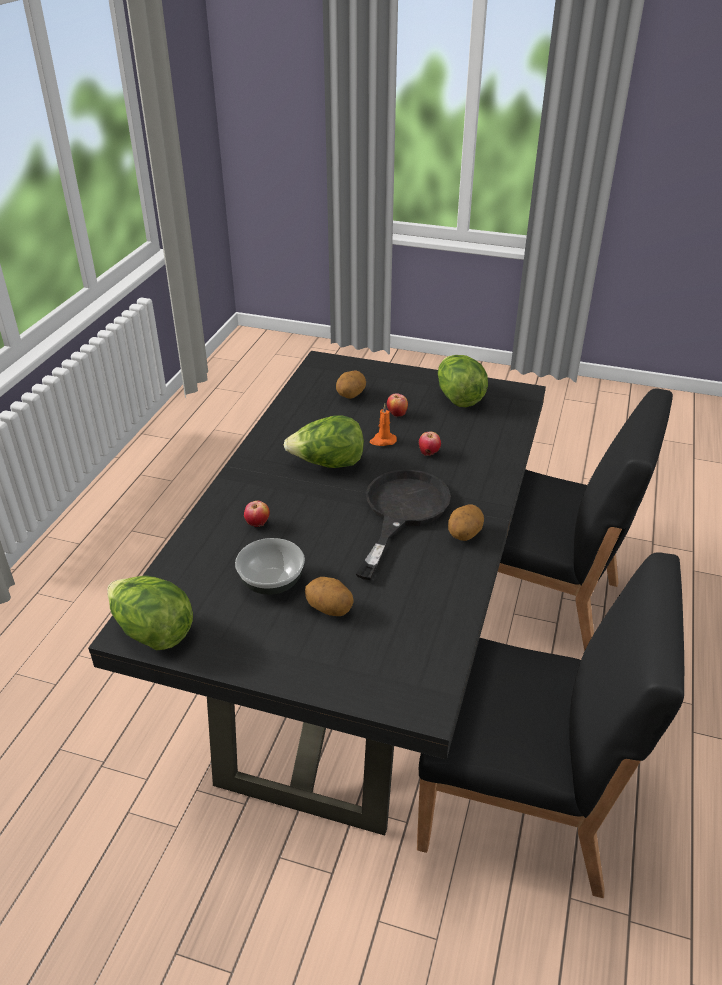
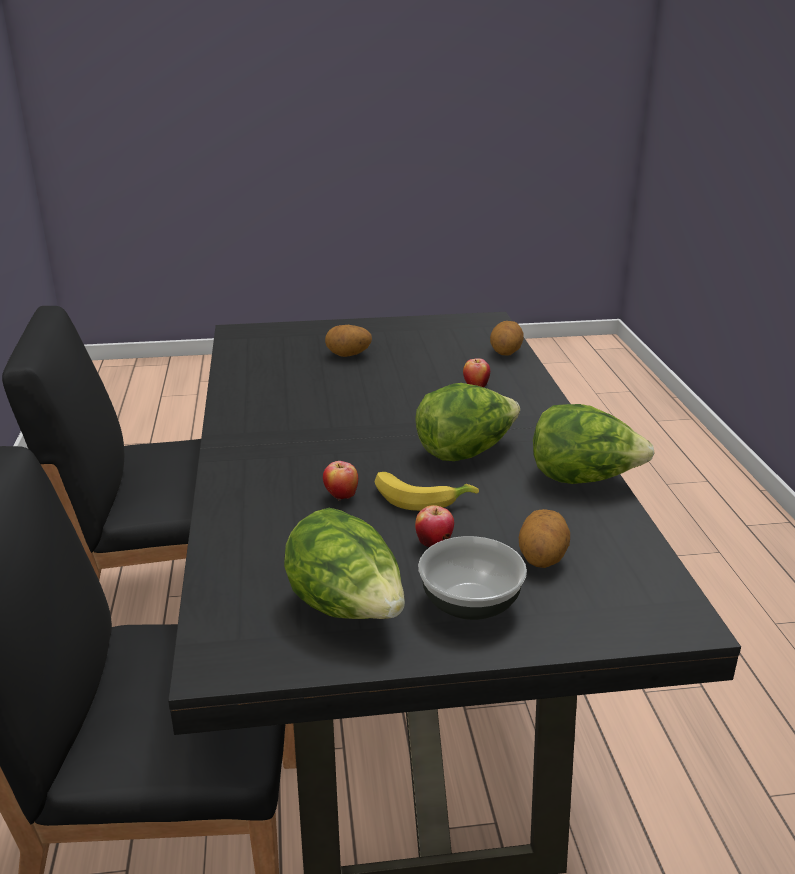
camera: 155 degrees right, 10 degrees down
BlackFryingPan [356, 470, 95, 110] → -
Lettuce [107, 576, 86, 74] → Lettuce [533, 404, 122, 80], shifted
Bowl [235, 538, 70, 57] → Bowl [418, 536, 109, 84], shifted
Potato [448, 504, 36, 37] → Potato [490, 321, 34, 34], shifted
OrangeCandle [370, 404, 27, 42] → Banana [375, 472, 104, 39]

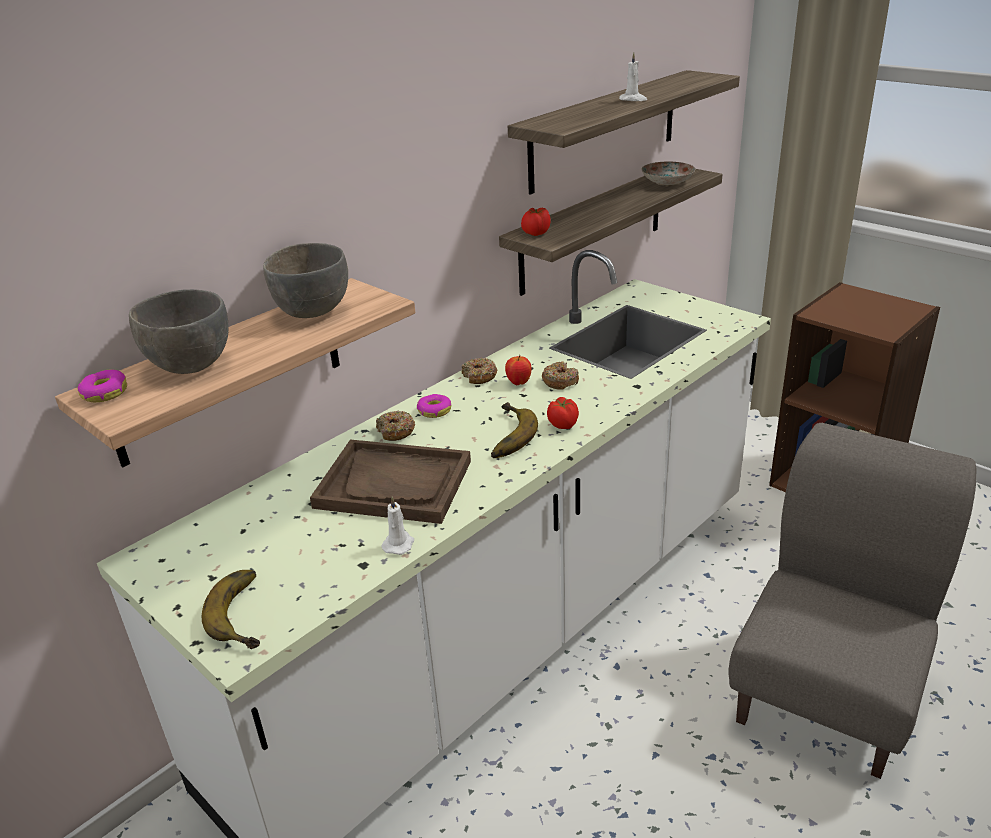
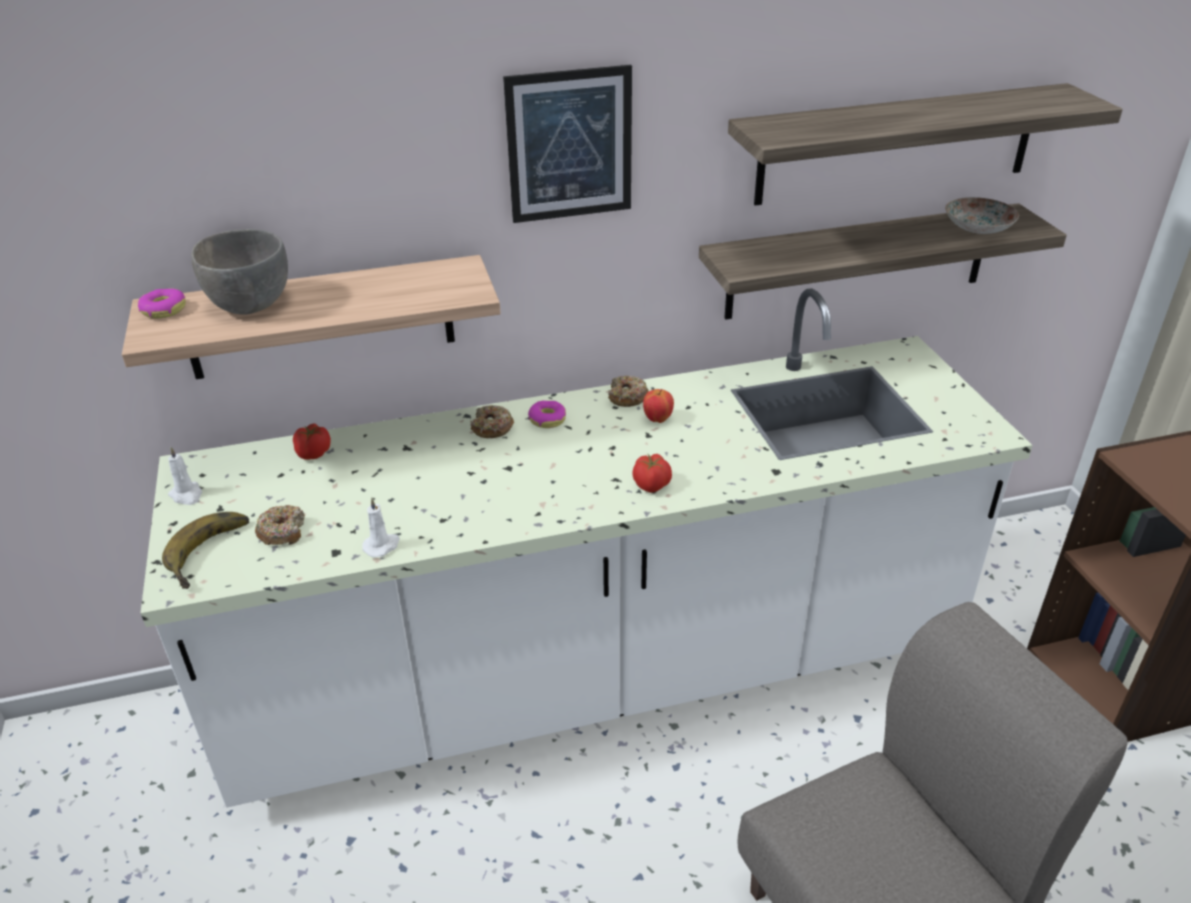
camera: 30 degrees right, 5 degrees up
GreyBowl [263, 243, 85, 75] → -
BrownTray [310, 439, 161, 85] → -
Banana [491, 402, 47, 56] → -
- → Picture [503, 65, 129, 158]
Tomato [521, 208, 30, 28] → Tomato [293, 423, 38, 37], shifted
Donut [542, 361, 37, 29] → Donut [255, 505, 50, 40], shifted
WhiteCandle [619, 52, 28, 49] → WhiteCandle [168, 447, 34, 58], shifted

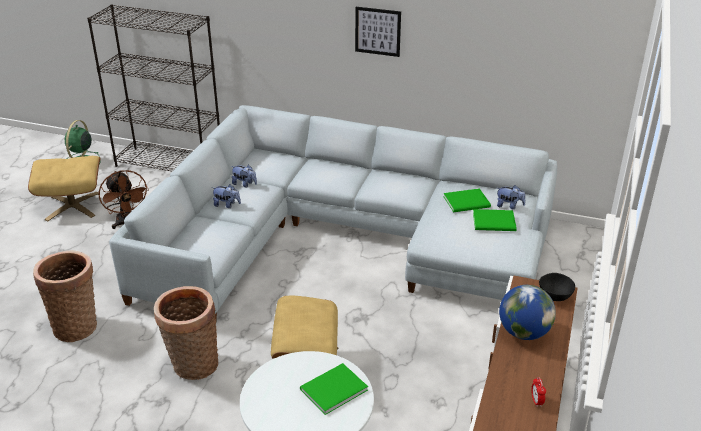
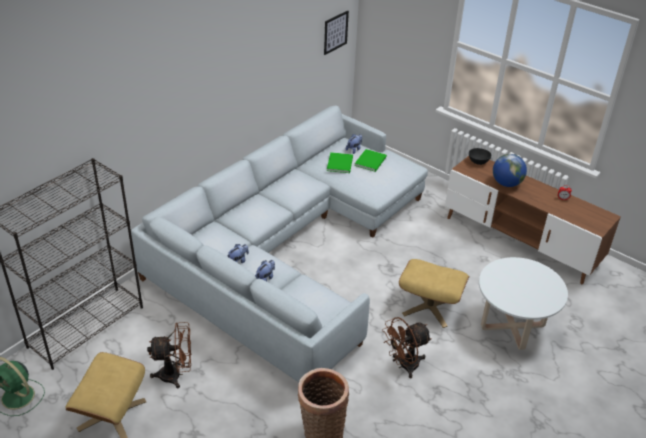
camera: 70 degrees left, 5 degrees up
GreenBook [300, 363, 68, 52] → -
Picture [355, 7, 46, 50] → Picture [324, 11, 25, 44], shifted
Basket [154, 286, 64, 94] → BrownFan [382, 317, 50, 61]

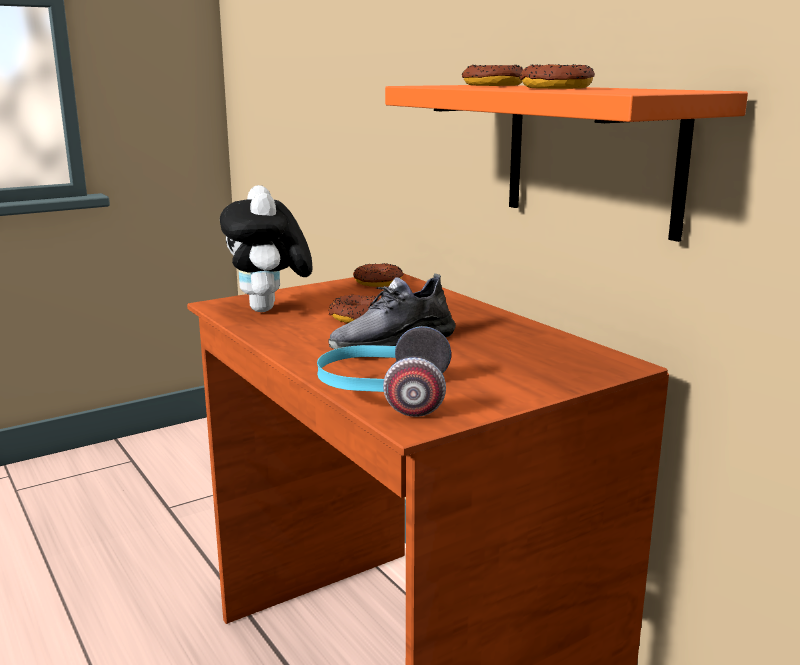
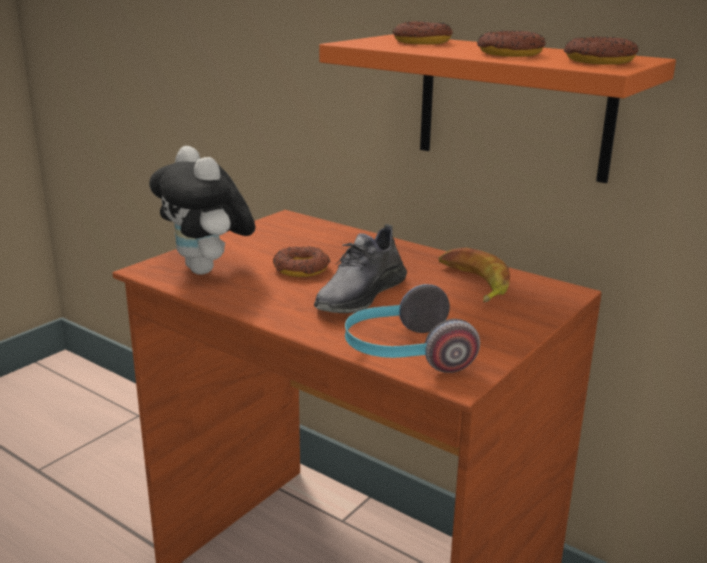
camera: 20 degrees left, 5 degrees up
- → Banana [439, 247, 71, 55]
Donut [353, 263, 51, 24] → Donut [564, 36, 74, 29], shifted

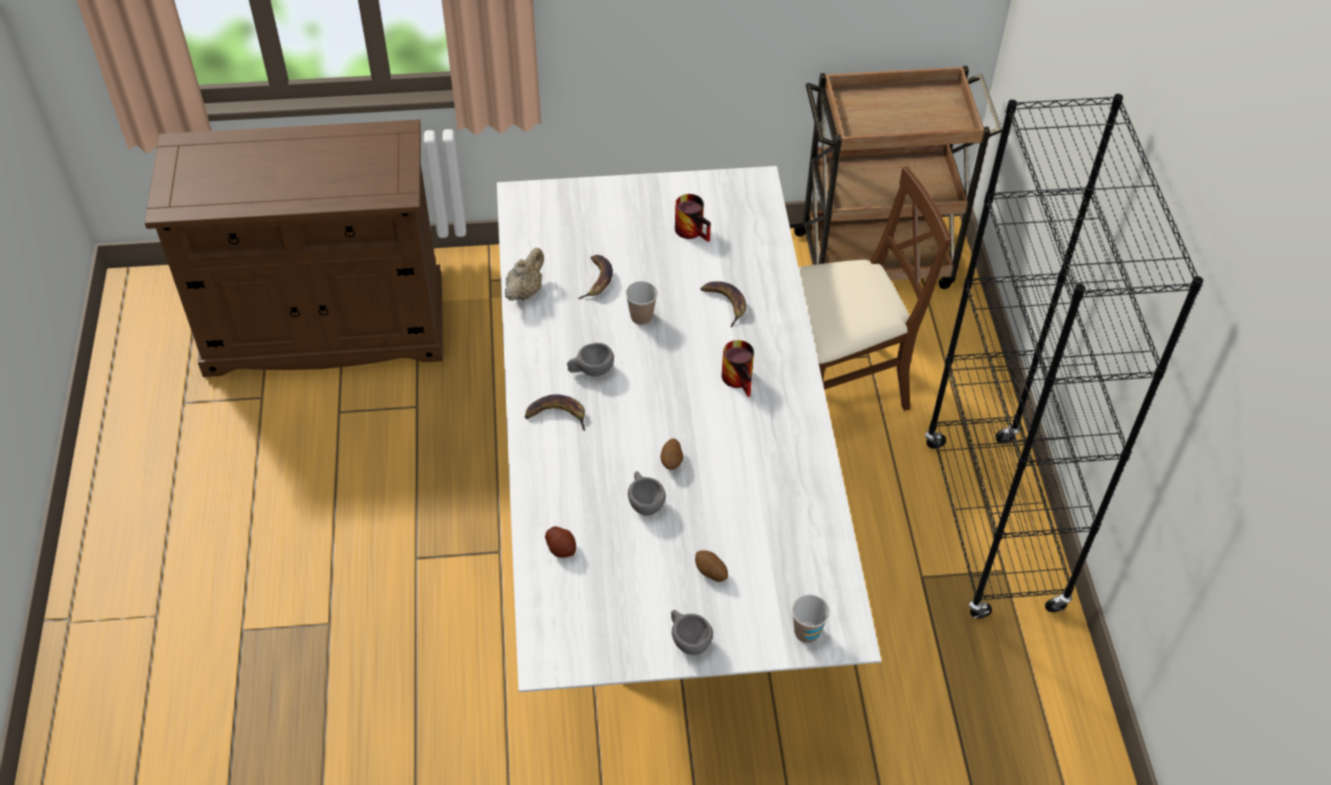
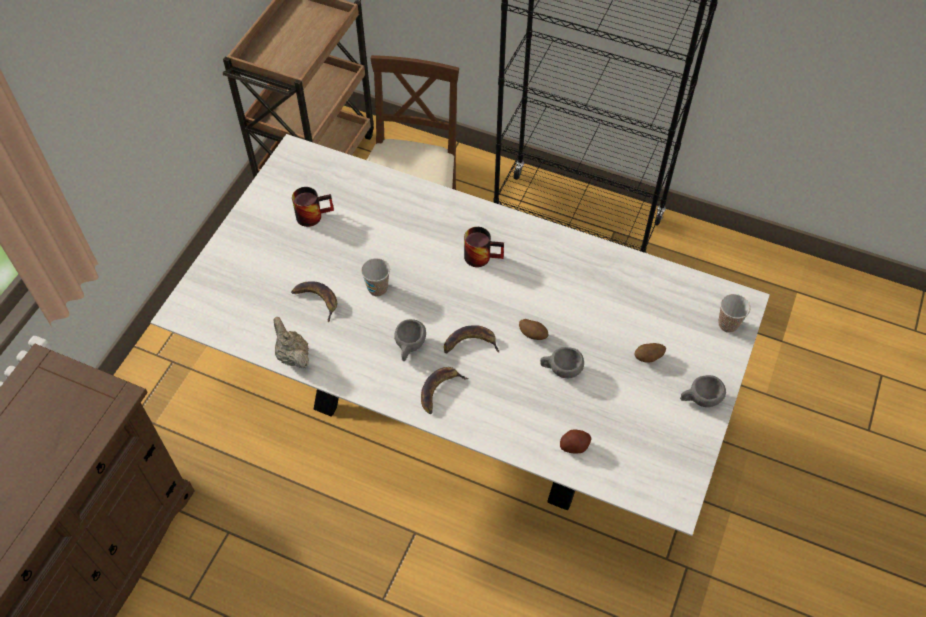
camera: 60 degrees left, 5 degrees up
Banana [700, 281, 46, 46] → Banana [444, 325, 56, 28], shifted

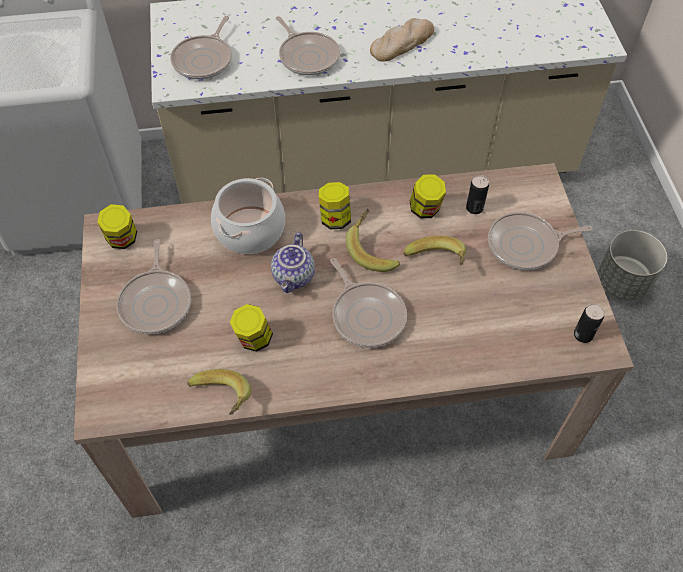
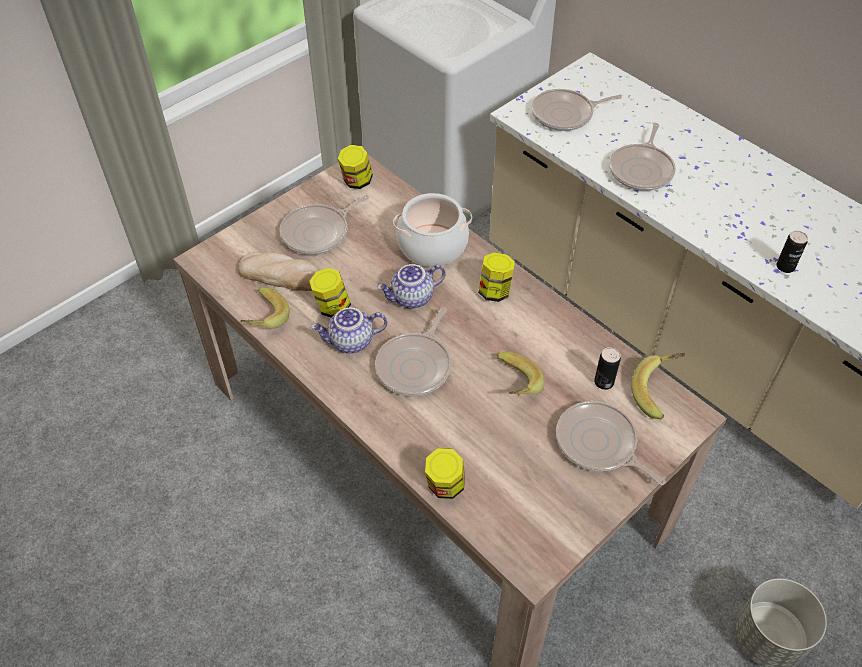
camera: 55 degrees right, 5 degrees down
- → Teapot [311, 308, 76, 45]
Banana [346, 209, 54, 63] → Banana [631, 353, 54, 66], shifted
Bread [370, 18, 64, 44] → Bread [238, 252, 81, 39], shifted
Jar [410, 174, 36, 44] → Jar [425, 448, 40, 51], shifted
Can [574, 304, 31, 39] → Can [776, 231, 32, 42], shifted

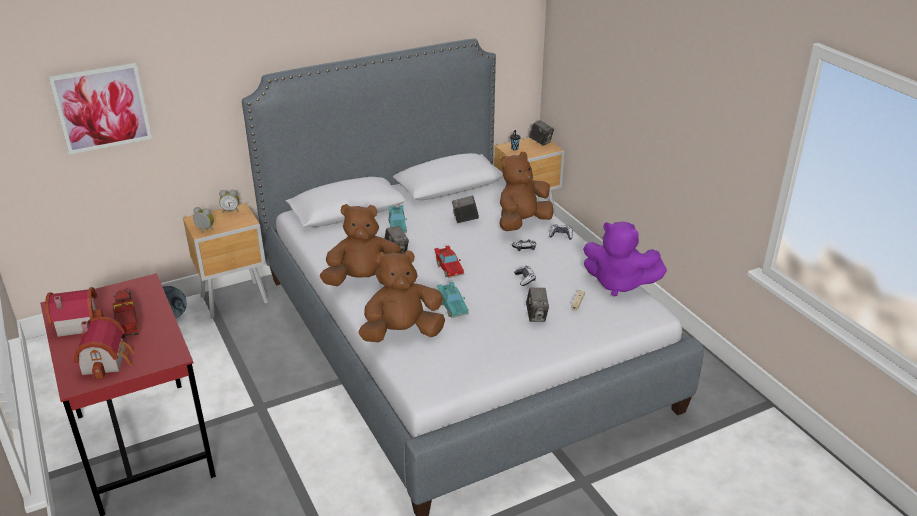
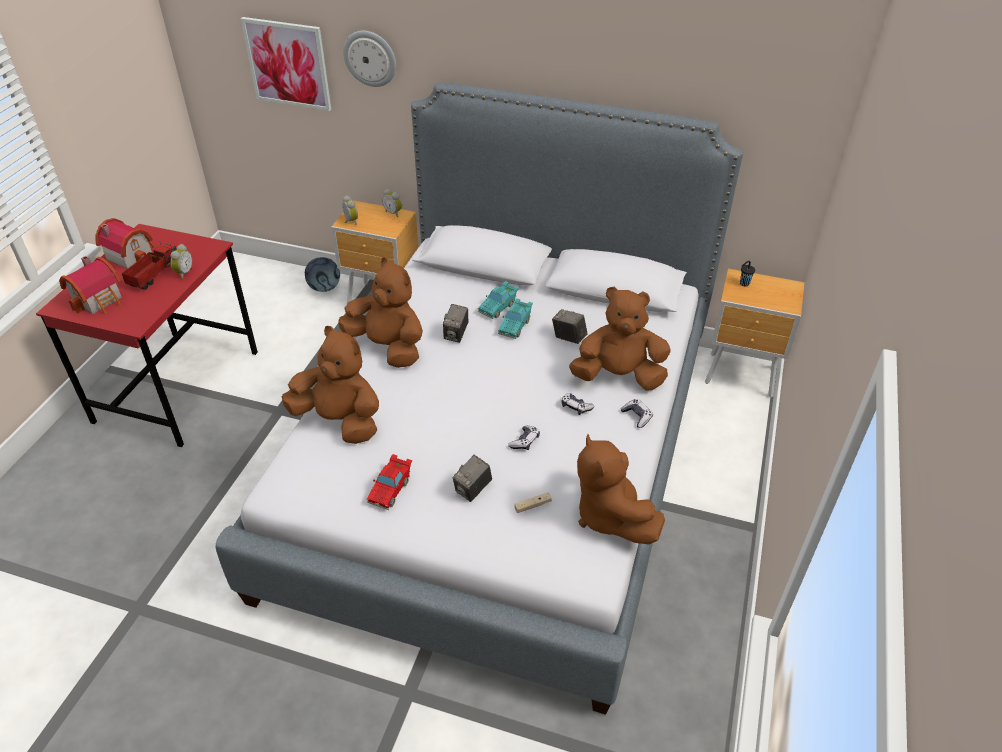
camera: 45 degrees right, 10 degrees up
PhotoCamera [529, 120, 25, 26] → -
- → AlarmClock [170, 244, 22, 35]
- → WallClock [343, 31, 53, 56]
RedToyCar [434, 245, 30, 33] → RedToyCar [366, 454, 46, 56], shifted
TurquoiseToyCar [437, 282, 32, 36] → TurquoiseToyCar [498, 298, 35, 41], shifted
PurplePlushToy [583, 222, 84, 75] → BrownPlushToy [577, 434, 88, 110]

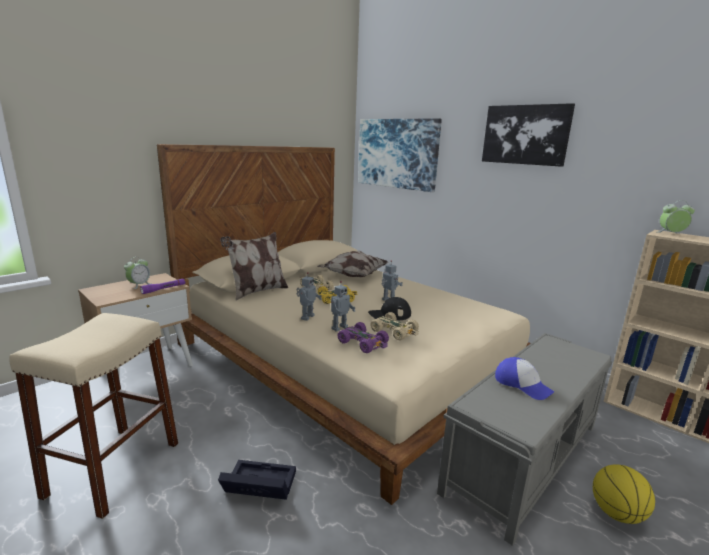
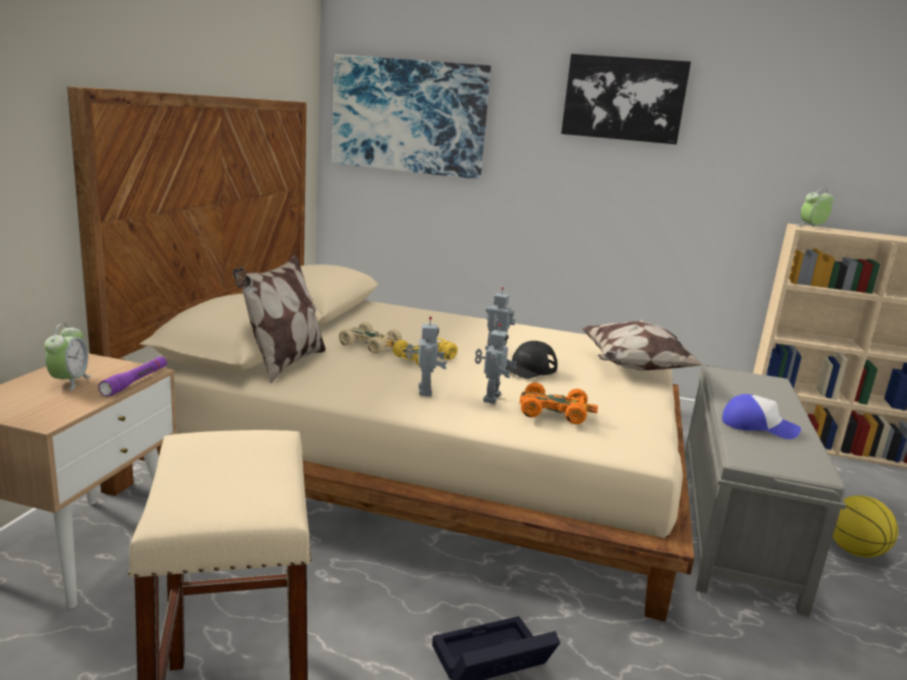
camera: 30 degrees left, 0 degrees up
BeigeToyCar [371, 312, 48, 28] → -
Pillow [317, 251, 71, 26] → Pillow [581, 320, 122, 50], shifted
PurpleToyCar [338, 322, 51, 31] → OrangeToyCar [519, 383, 79, 41]

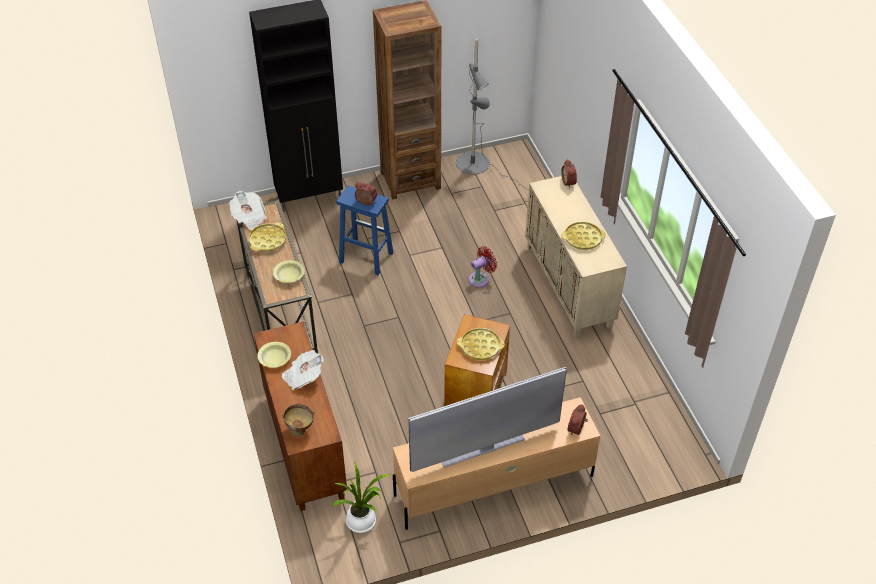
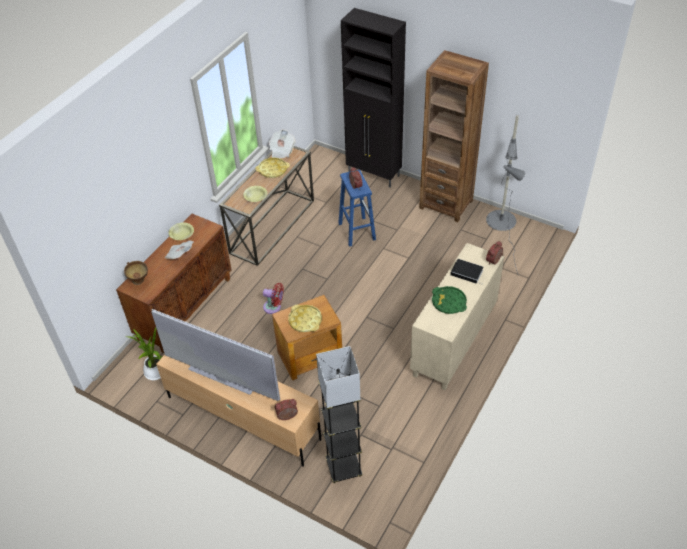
camera: 50 degrees right, 0 degrees up
- → GreyFloorLamp [316, 346, 47, 137]
- → Book [450, 259, 34, 25]
RedFan [469, 246, 28, 42] → RedFan [263, 283, 21, 31], shifted
YellowTray [561, 221, 45, 29] → GreenTray [432, 286, 35, 28]

